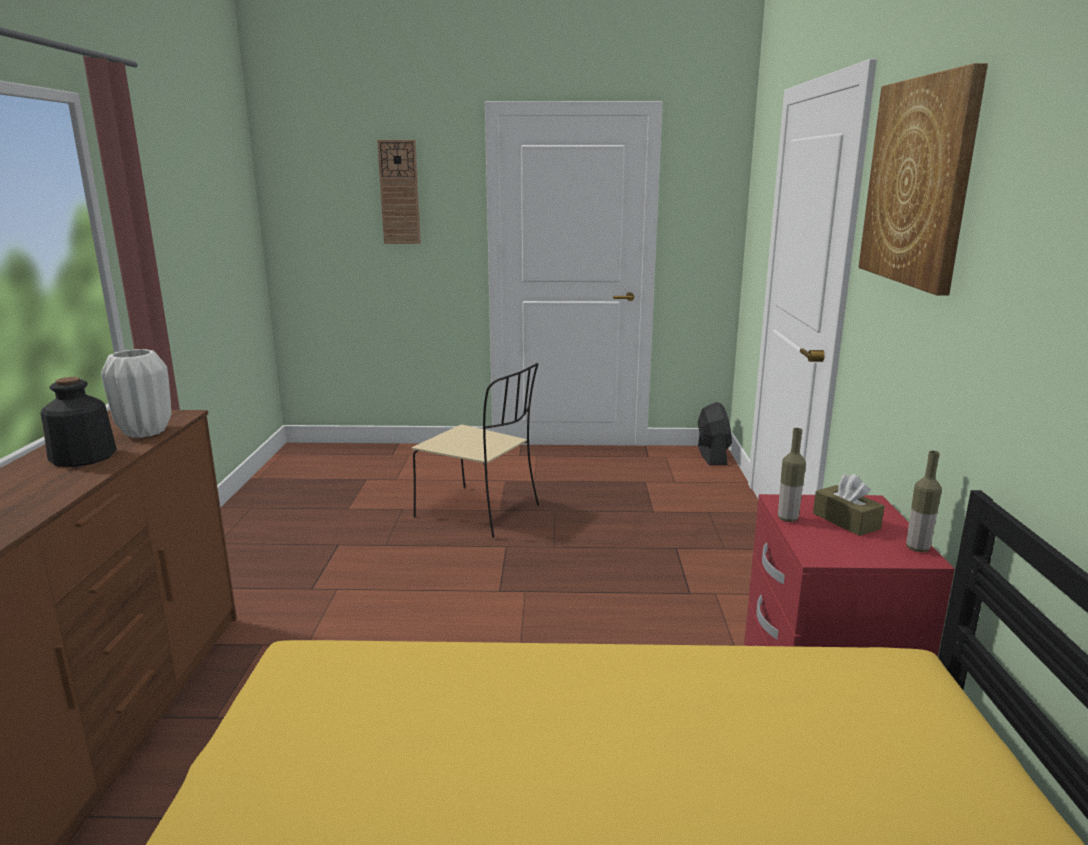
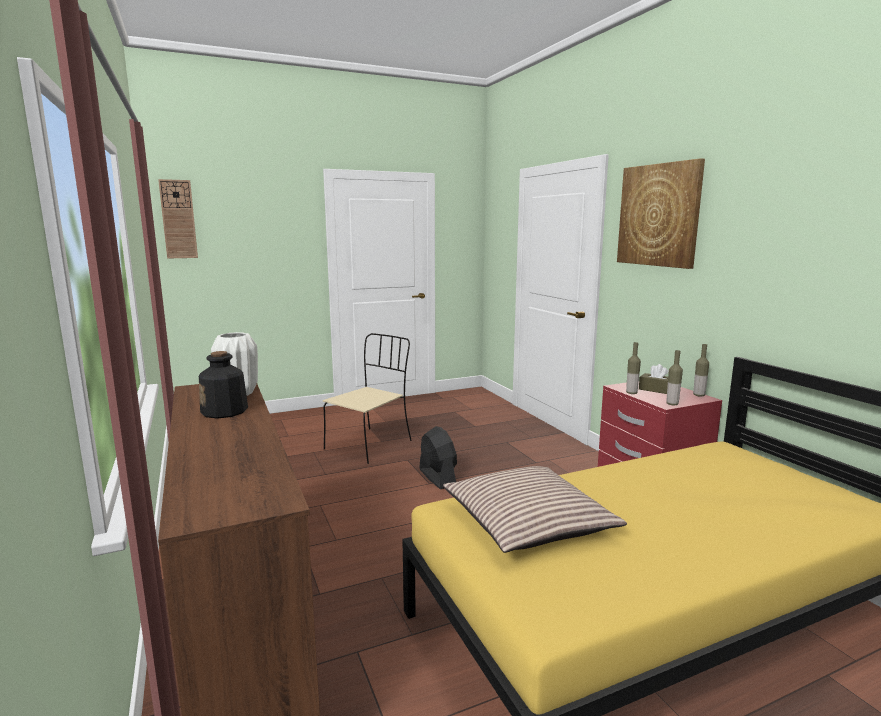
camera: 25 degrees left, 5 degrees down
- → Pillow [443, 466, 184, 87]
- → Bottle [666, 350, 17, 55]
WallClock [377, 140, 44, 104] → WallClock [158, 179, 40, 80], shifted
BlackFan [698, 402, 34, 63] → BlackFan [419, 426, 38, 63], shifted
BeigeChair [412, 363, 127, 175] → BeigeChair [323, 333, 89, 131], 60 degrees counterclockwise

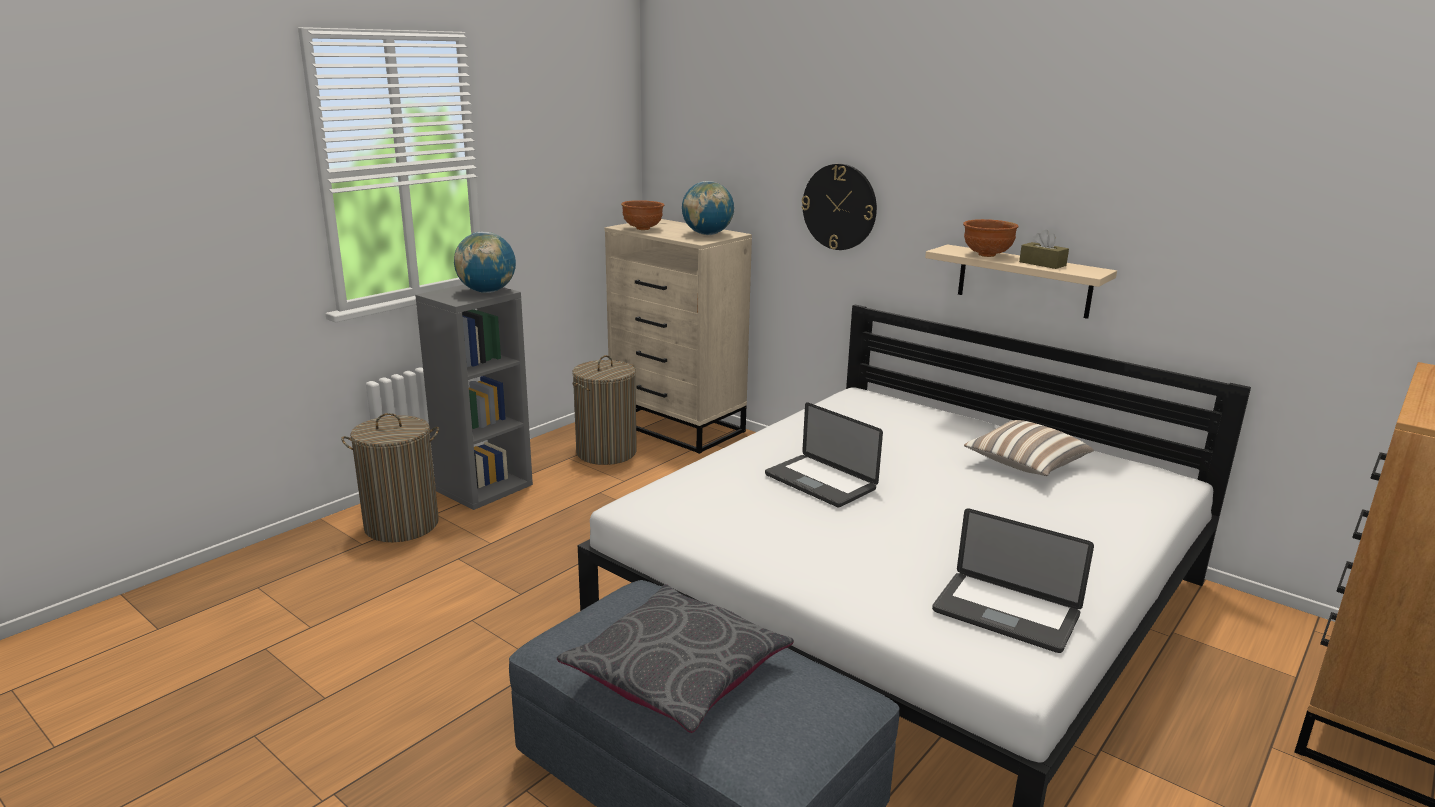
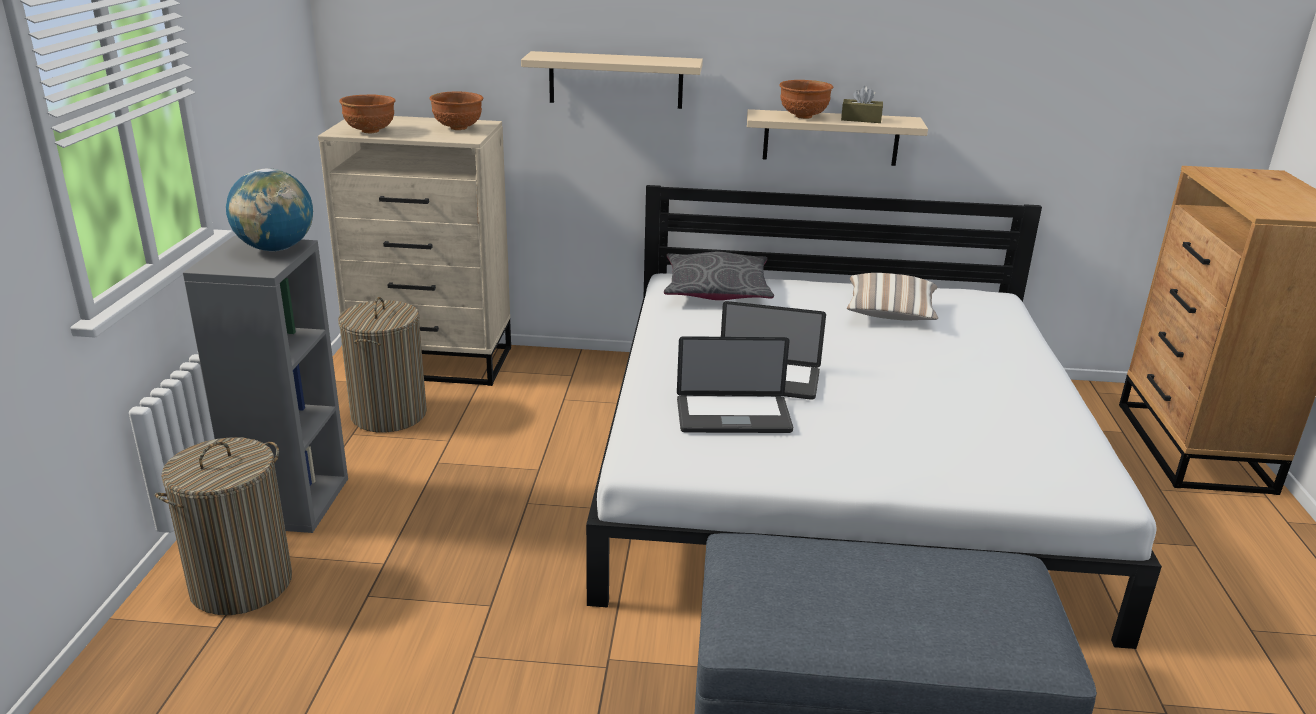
camera: 35 degrees left, 5 degrees up
GreyPillow [557, 584, 237, 149] → GreyPillow [664, 252, 110, 48], shifted
Laptop [932, 508, 162, 145] → Laptop [677, 336, 116, 97], shifted
Globe [682, 181, 52, 54] → BrownBowl [429, 91, 54, 39]
WallClock [801, 164, 76, 86] → BeigeShelf [521, 51, 182, 58]

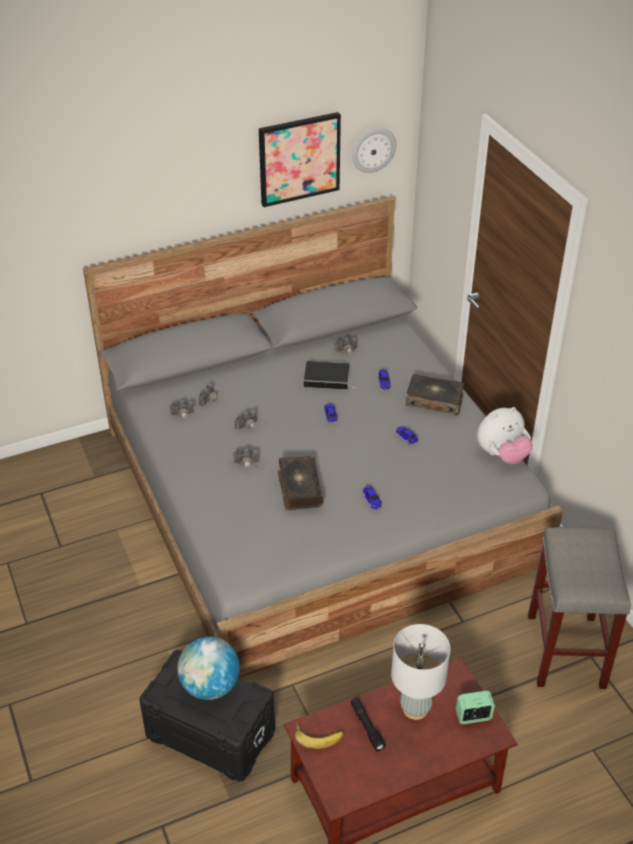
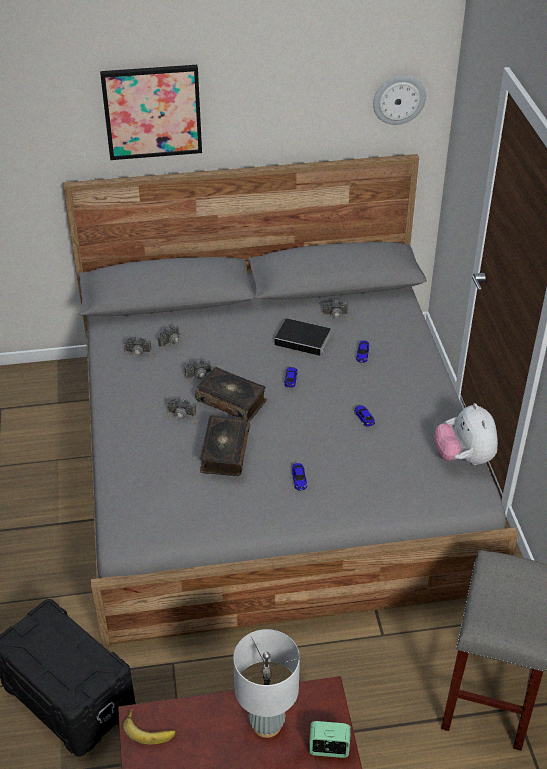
camera: 15 degrees right, 0 degrees up
Globe [178, 636, 62, 64] → -
BlackFlashlight [351, 698, 34, 53] → -
Picture [259, 112, 82, 95] → Picture [100, 65, 102, 95], shifted
Book [406, 374, 58, 41] → Book [195, 367, 72, 55], shifted
PlushToy [477, 407, 56, 57] → PlushToy [434, 403, 64, 62], 90 degrees clockwise

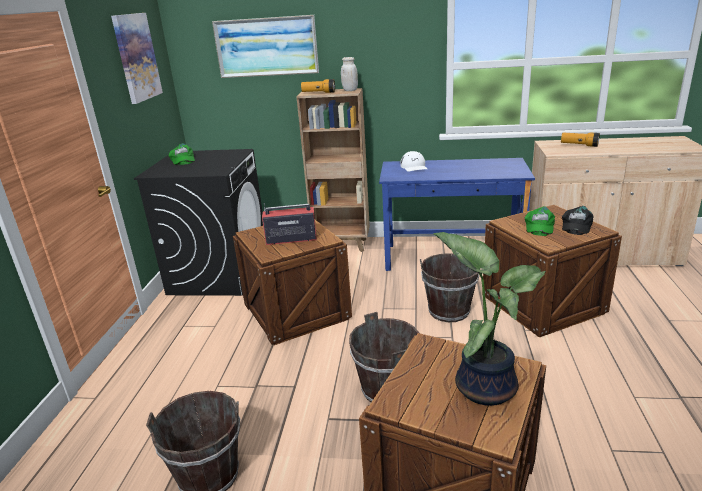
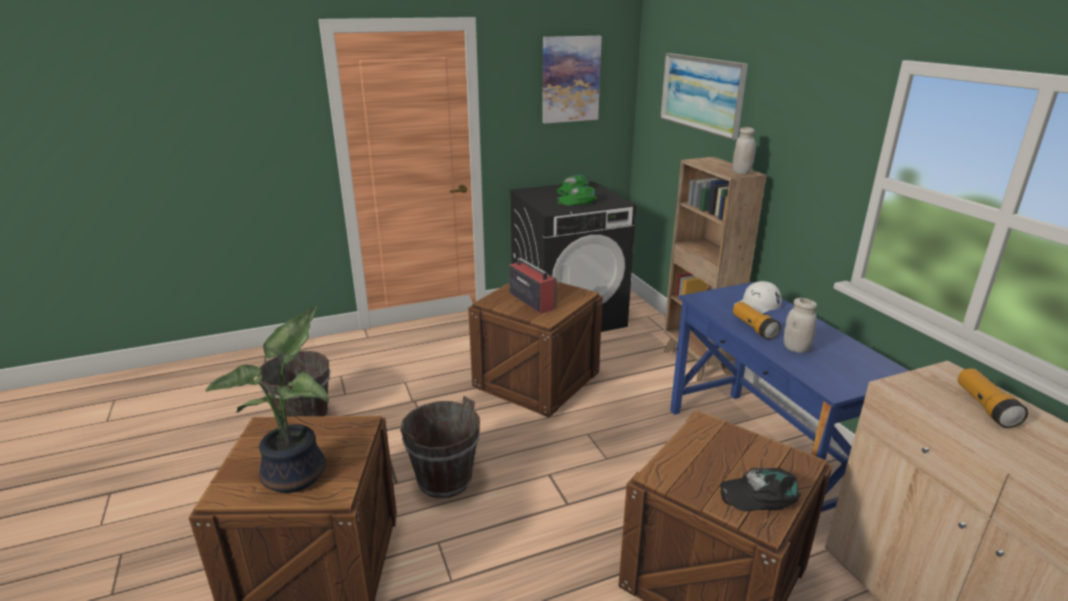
camera: 60 degrees right, 0 degrees up
BrownBucket [420, 253, 59, 69] → -
- → WhiteJar [784, 298, 33, 55]
Flashlight [301, 79, 34, 14] → Flashlight [733, 302, 48, 38], shifted
GreenCap [525, 206, 30, 30] → GreenCap [557, 186, 40, 20], shifted

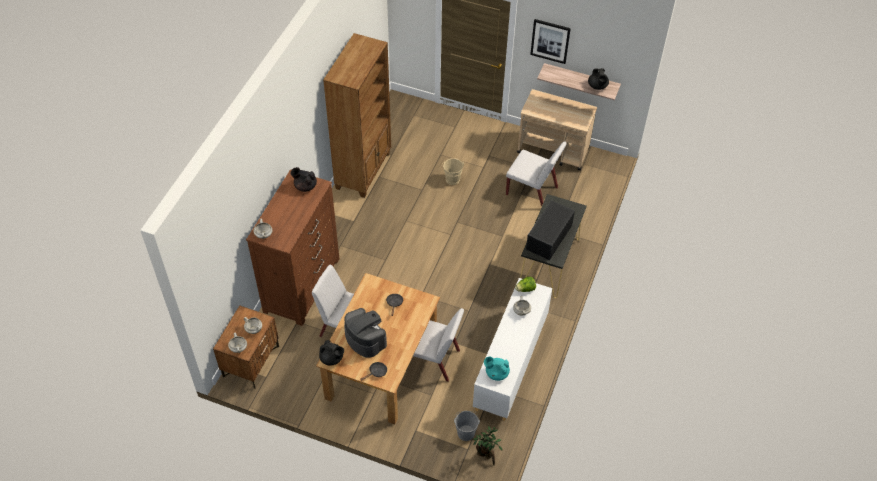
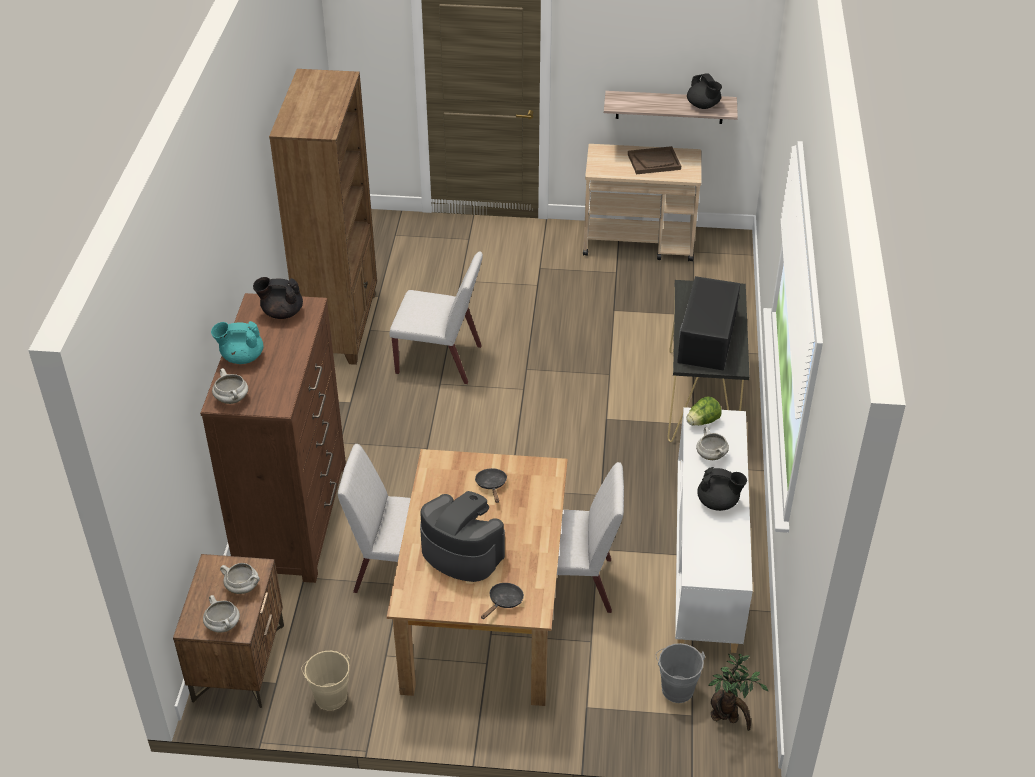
camera: 15 degrees left, 10 degrees down
Picture [530, 19, 41, 45] → -
- → BrownTray [628, 146, 53, 28]
BlackTeapot [319, 340, 25, 25] → BlackTeapot [697, 467, 50, 44], shifted
BeigeBucket [443, 158, 21, 27] → BeigeBucket [301, 651, 49, 60], shifted
TurquoiseTeapot [484, 357, 26, 24] → TurquoiseTeapot [211, 321, 52, 43], shifted
WhiteChair [506, 141, 61, 66] → WhiteChair [389, 252, 94, 132], shifted

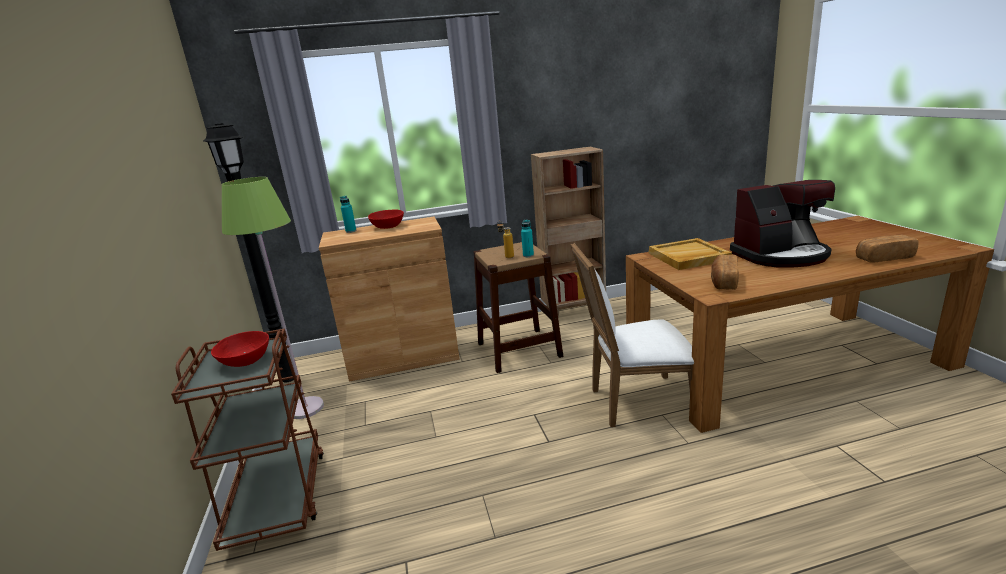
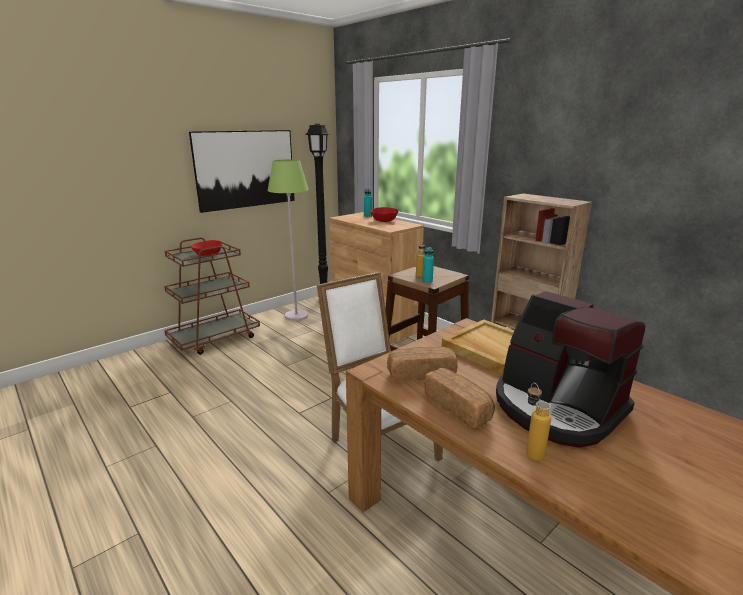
camera: 60 degrees right, 0 degrees up
- → Picture [189, 130, 106, 83]
- → Bottle [526, 383, 25, 78]
Bread [856, 235, 63, 28] → Bread [425, 368, 70, 60], shifted

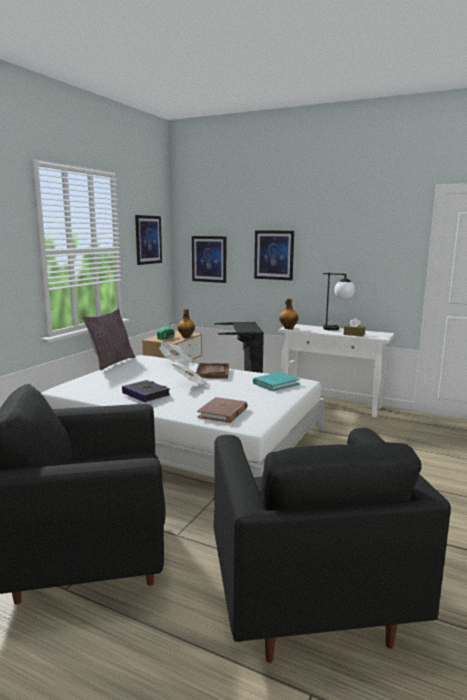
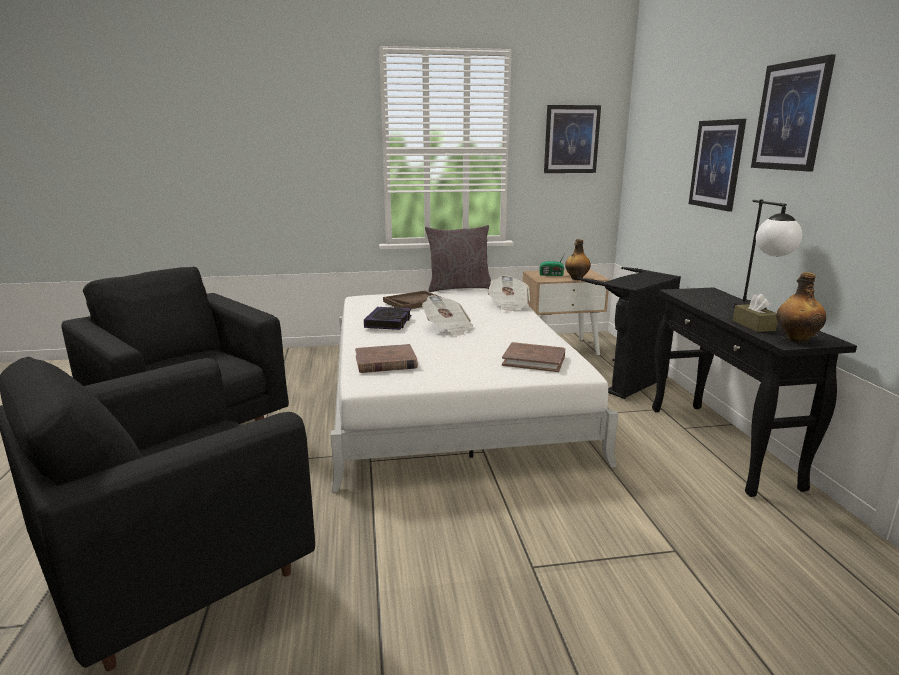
camera: 55 degrees right, 5 degrees up
Picture [192, 236, 34, 47] → Picture [751, 54, 85, 118], shifted
BrownTray [196, 363, 33, 16] → BrownTray [383, 290, 60, 19], shifted
Bottle [279, 299, 20, 30] → Bottle [776, 272, 50, 71], shifted
TurquoiseBook [253, 372, 47, 19] → BrownBook [502, 342, 63, 30]
WhiteConsoleTable [278, 324, 116, 94] → BlackConsoleTable [652, 287, 205, 210]

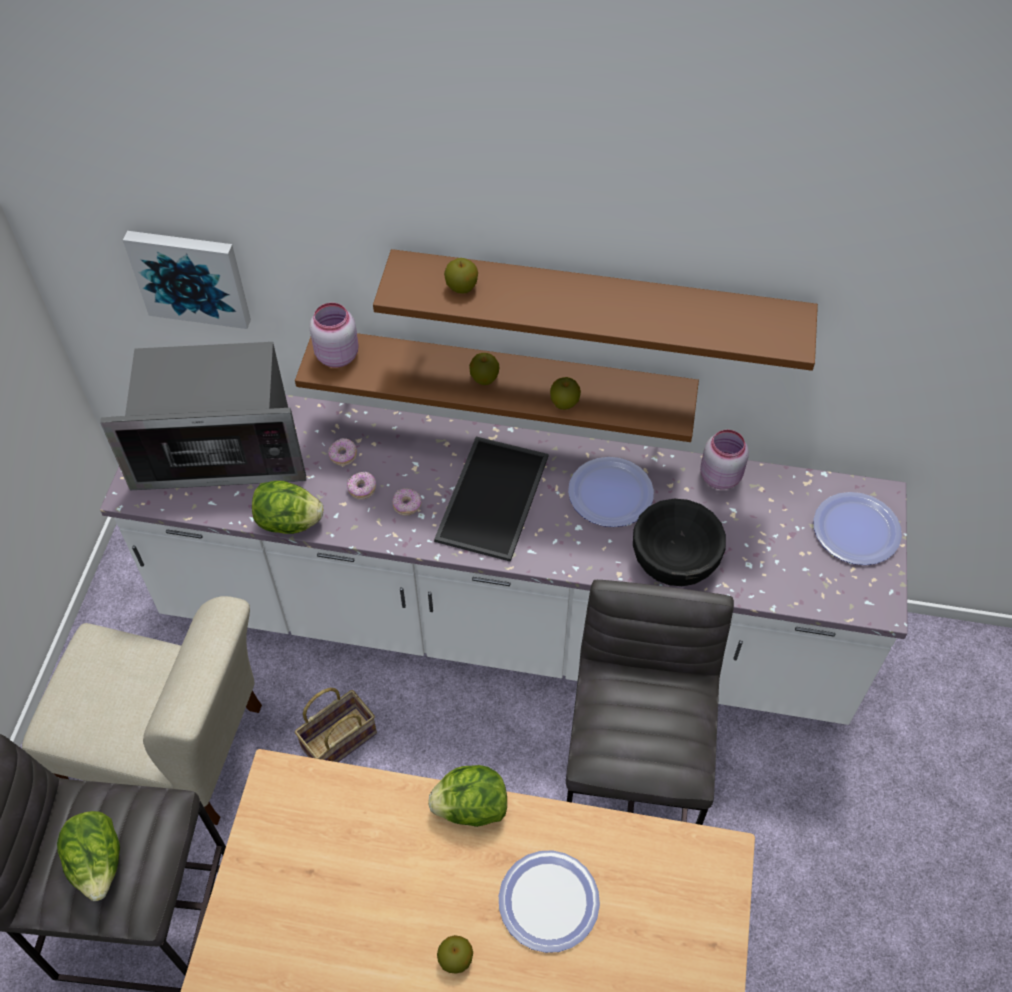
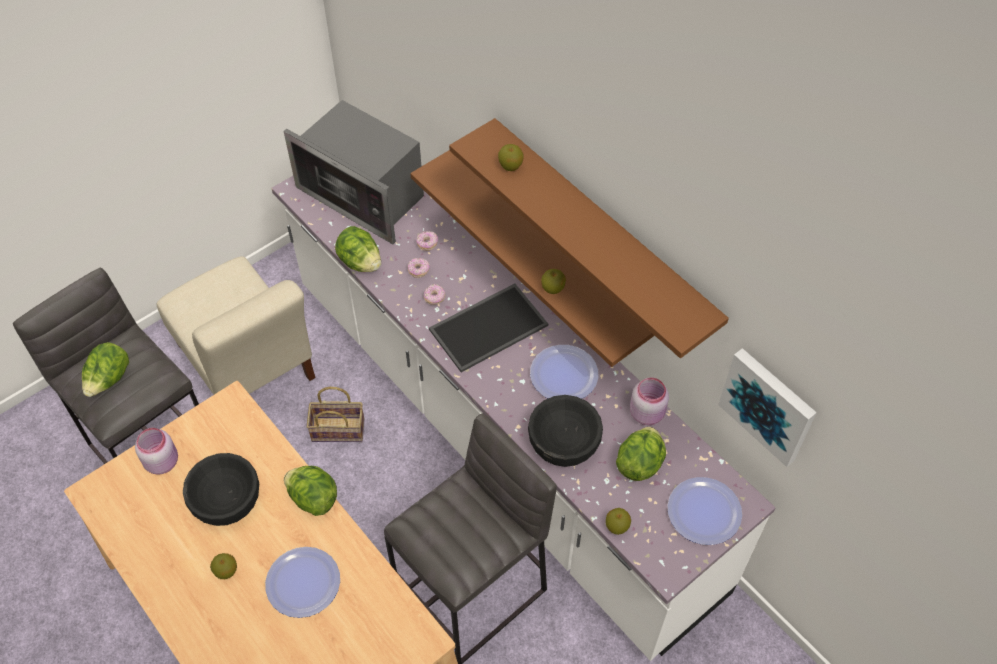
camera: 40 degrees right, 0 degrees up
- → BlackBowl [183, 453, 76, 73]
- → Lettuce [616, 427, 50, 54]
Picture [123, 231, 128, 98] → Picture [718, 348, 99, 119], shifted
PinkJar [309, 303, 50, 65] → PinkJar [135, 428, 43, 47], shifted
Apple [469, 353, 30, 32] → Apple [606, 508, 25, 27], shifted

